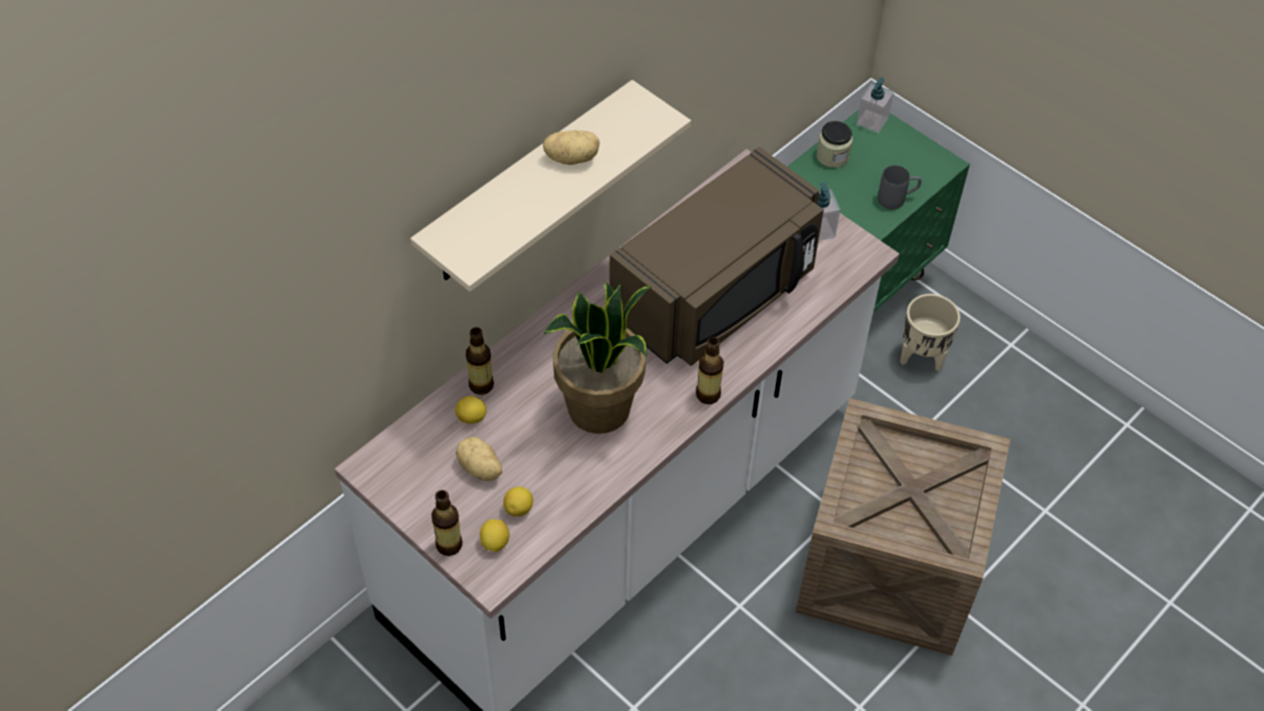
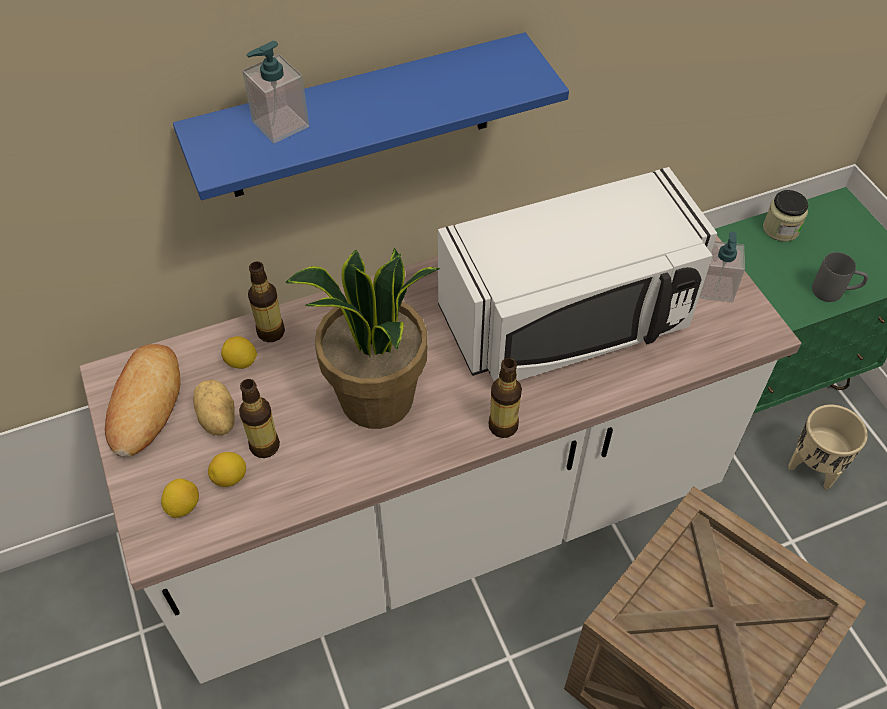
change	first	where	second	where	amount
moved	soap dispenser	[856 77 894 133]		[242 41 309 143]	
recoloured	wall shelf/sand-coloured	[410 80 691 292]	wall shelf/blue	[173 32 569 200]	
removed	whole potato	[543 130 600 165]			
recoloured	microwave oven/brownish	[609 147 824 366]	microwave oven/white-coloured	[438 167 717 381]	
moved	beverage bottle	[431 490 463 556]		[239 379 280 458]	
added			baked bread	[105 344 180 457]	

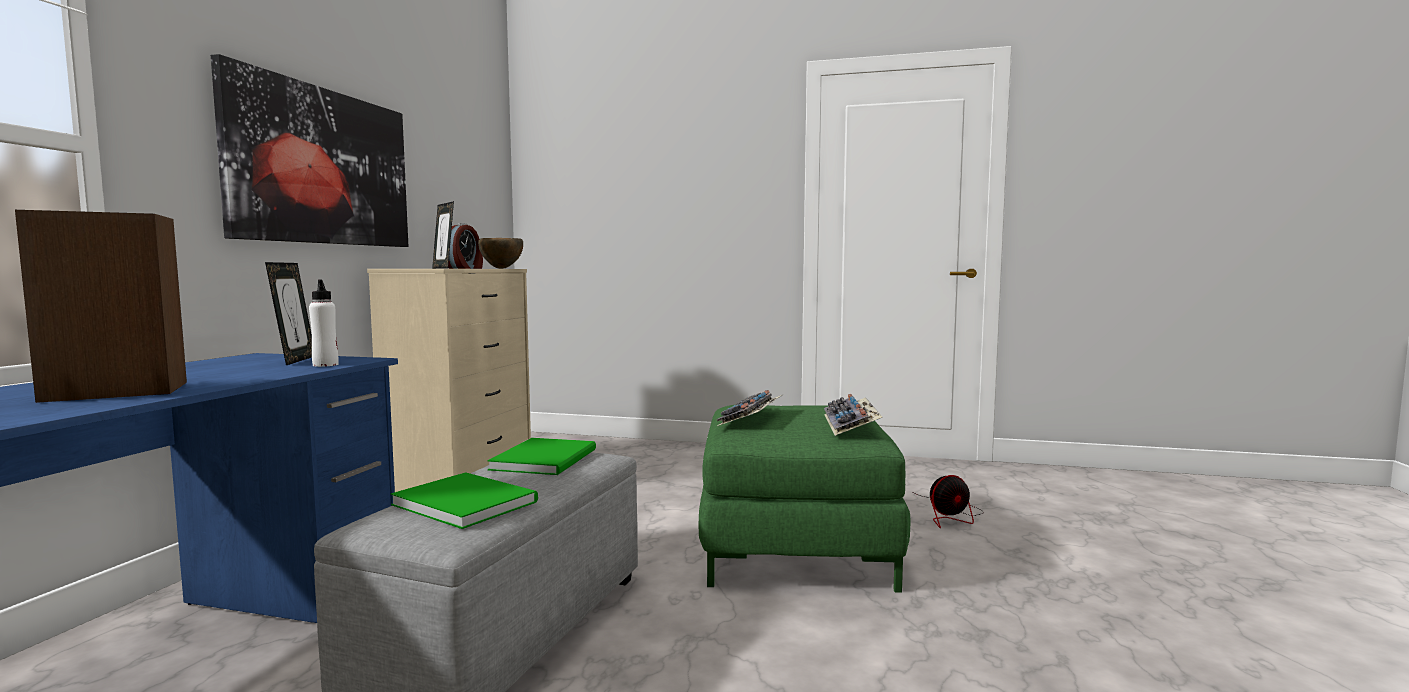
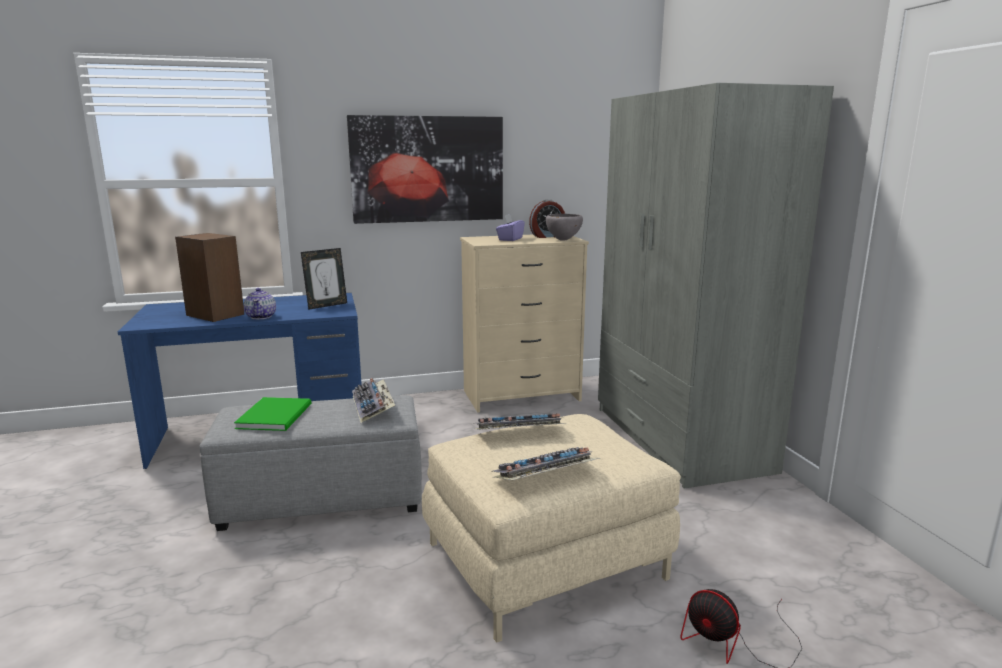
change	first	where	second	where	amount
replaced	picture frame	[432 201 454 269]	tissue holder/purplish	[496 214 525 241]	
recoloured	serving bowl/brownish	[478 238 523 269]	serving bowl/gray	[546 214 583 241]	
removed	beverage bottle/white-coloured	[309 280 339 367]			
recoloured	footrest/green	[699 405 910 593]	footrest/sand-coloured	[422 414 681 643]	
replaced	volume/green	[487 438 596 475]	computer keyboard	[352 378 395 423]	
added			wardrobe/gray	[598 83 834 489]	
added			teapot	[244 288 276 319]	

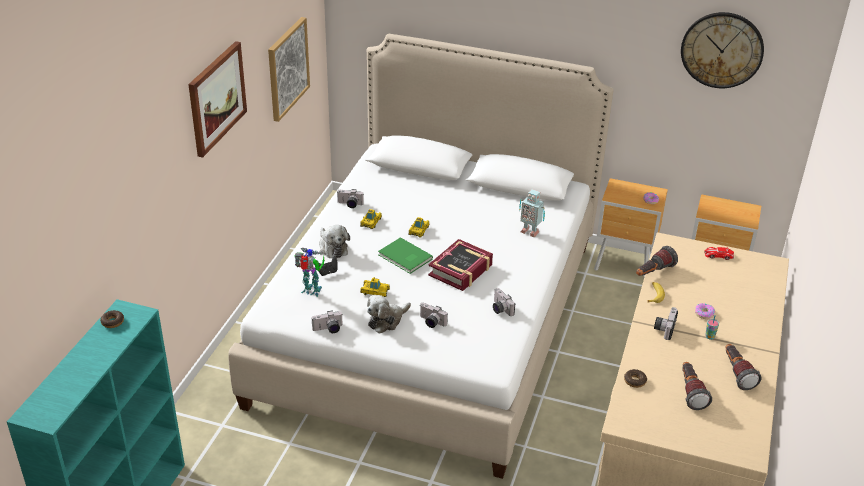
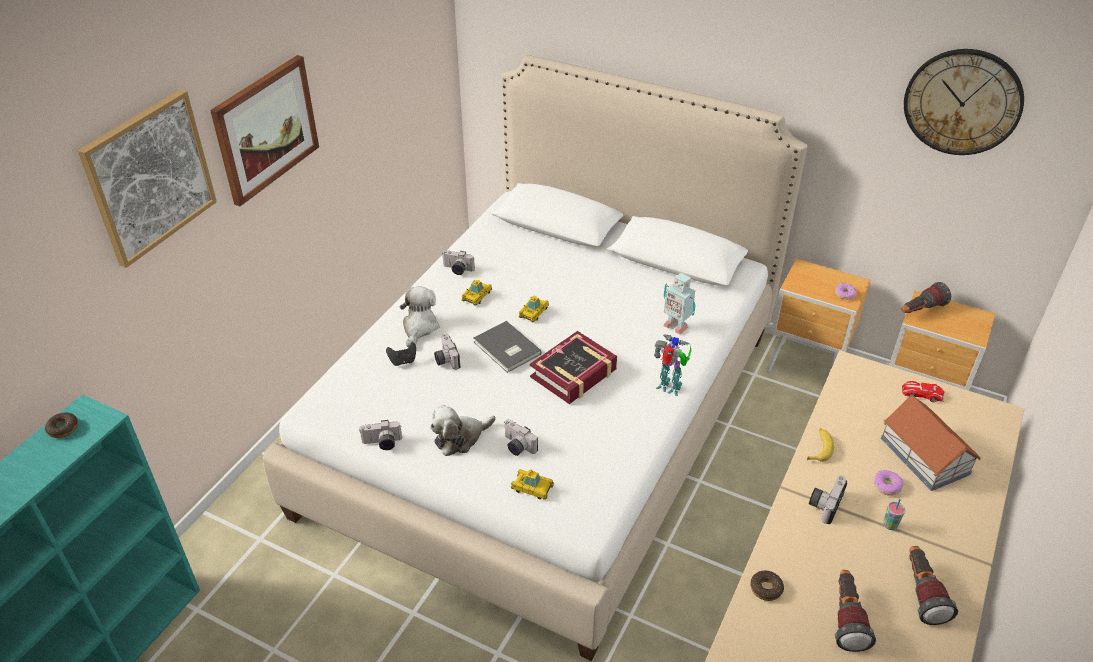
change	first	where	second	where	amount
moved	picture	[268 17 310 122]		[78 89 217 268]	
turned	soft toy	[319 225 350 258]		[399 286 439 348]	150 degrees counterclockwise
recoloured	volume/green	[378 237 433 274]	volume/gray	[474 321 541 373]	
moved	flashlight	[636 246 678 276]		[901 282 951 313]	
moved	model robot	[294 248 325 297]		[654 335 691 396]	
moved	miniature car	[360 277 390 297]		[511 469 554 500]	
moved	photo camera	[493 288 515 316]		[434 333 460 370]	
added			toy house	[881 395 980 491]	

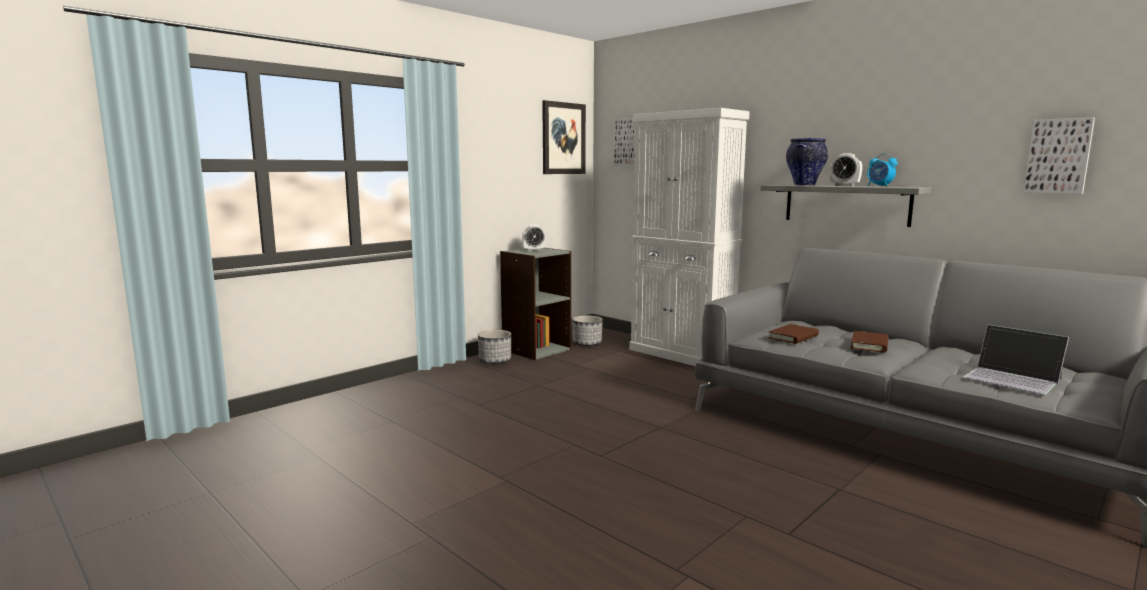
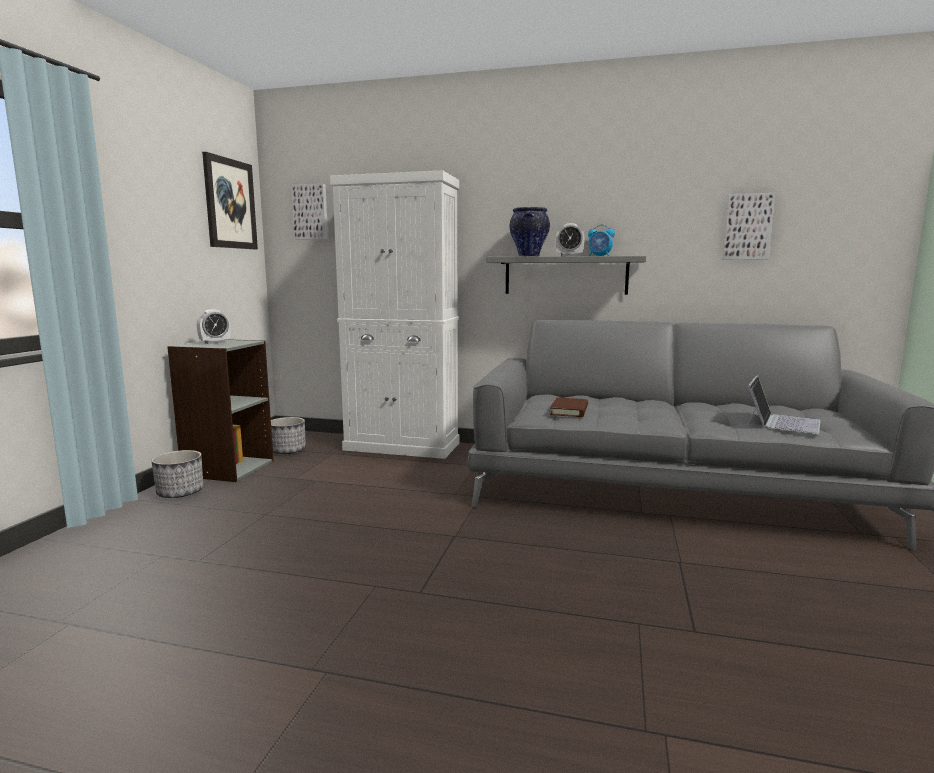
change	first	where	second	where	amount
turned	laptop	[964 324 1069 395]		[746 375 820 434]	75 degrees counterclockwise
removed	volume/brownish	[850 331 889 353]			

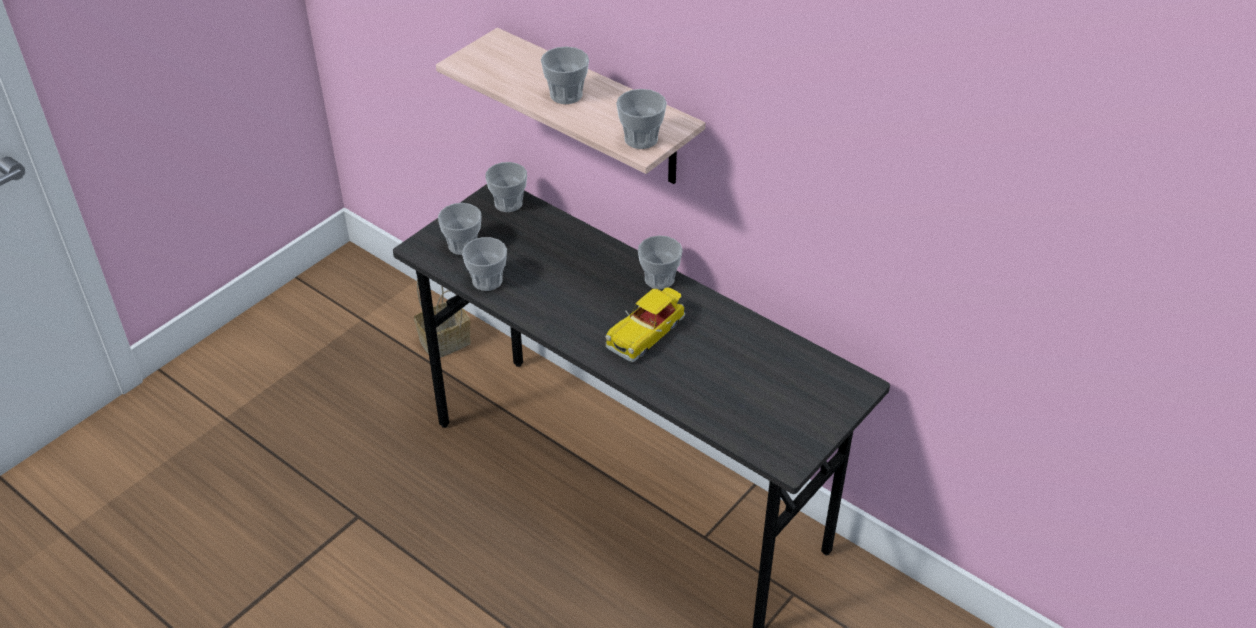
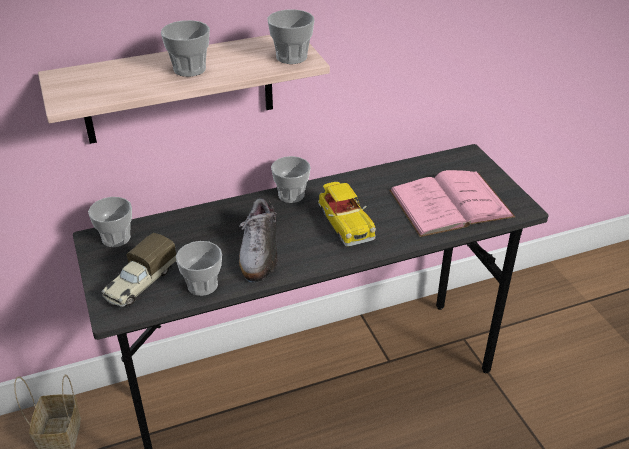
change	first	where	second	where	amount
replaced	small cup	[438 203 482 255]	toy lorry	[101 233 176 307]	
added			volume/pinkish	[389 170 515 237]	
added			low shoe	[239 198 278 282]	

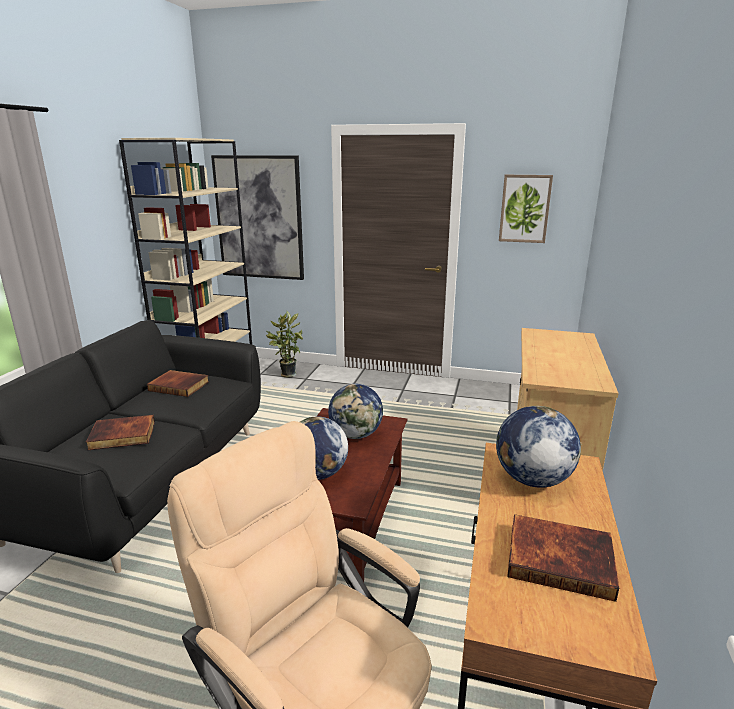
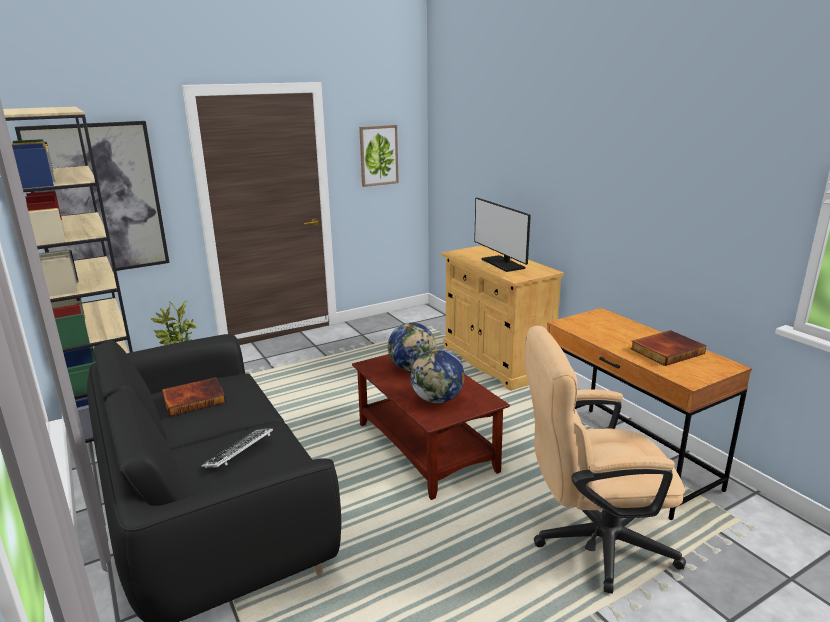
change	first	where	second	where	amount
removed	world globe	[496 406 582 488]			
replaced	volume	[86 415 155 450]	computer keyboard	[201 428 273 468]	
added			monitor	[474 197 531 272]	

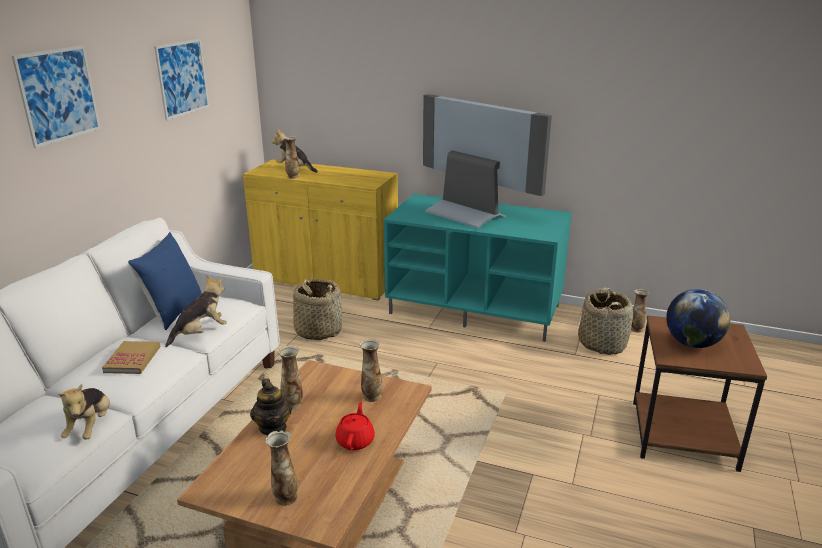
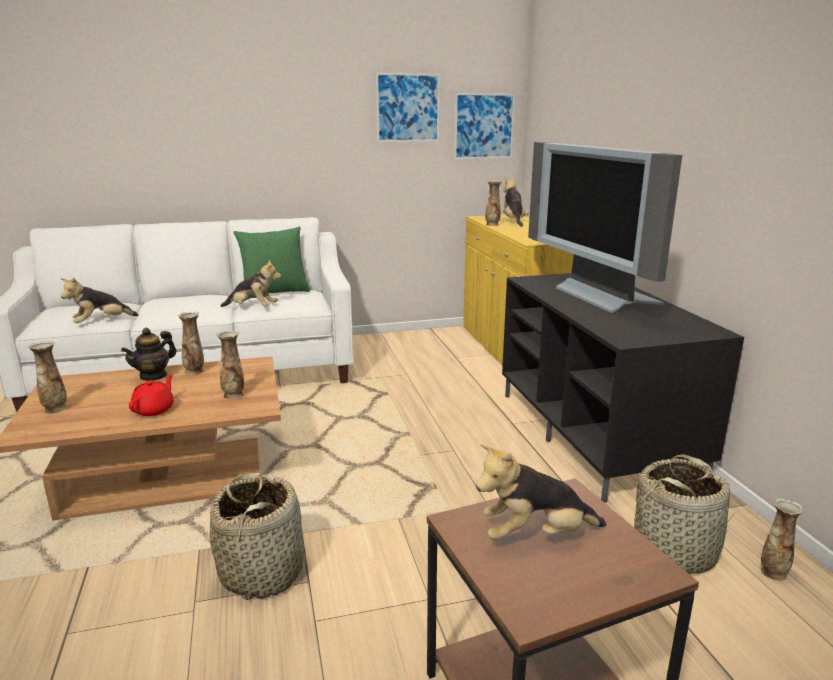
change	first	where	second	where	amount
moved	picture	[12 45 101 148]		[454 93 515 159]	
turned	TV	[423 94 552 228]		[528 142 682 313]	150 degrees clockwise
recoloured	media console/blue-green	[384 194 572 342]	media console/black-coloured	[502 273 744 503]	
recoloured	throw pillow/blue	[128 232 202 330]	throw pillow/green	[233 226 310 295]	
moved	household basket	[293 279 342 340]		[210 473 304 600]	
replaced	world globe	[666 289 730 348]	soft toy	[476 444 606 540]	
removed	volume	[102 341 161 374]			
turned	teapot/red-coloured	[335 402 375 450]		[129 374 174 416]	45 degrees counterclockwise

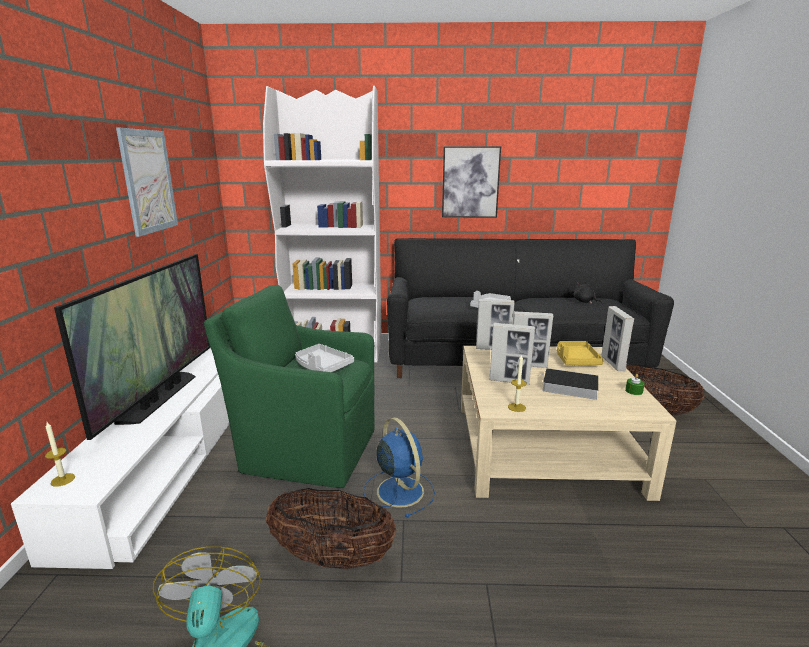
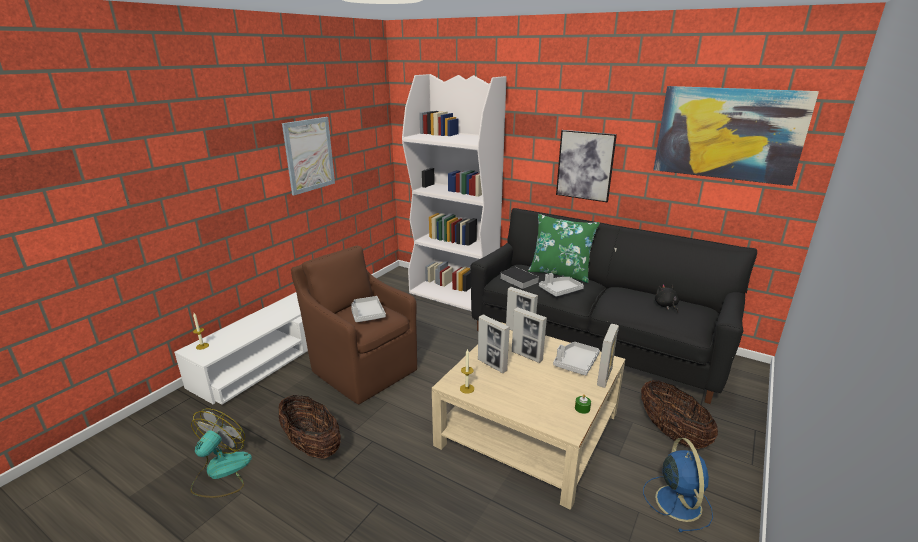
change	first	where	second	where	amount
removed	TV	[54 254 211 440]			
recoloured	lounge chair/green	[204 285 375 488]	lounge chair/brownish	[291 246 417 404]	
recoloured	carrying tray/yellow	[557 341 603 365]	carrying tray/gray	[553 342 600 375]	
moved	volume	[536 368 598 400]		[500 267 539 289]	
moved	cooling fan/blue	[363 417 435 518]		[643 438 713 532]	
added			picture	[654 86 819 186]	
added			throw pillow/green	[528 214 600 283]	

